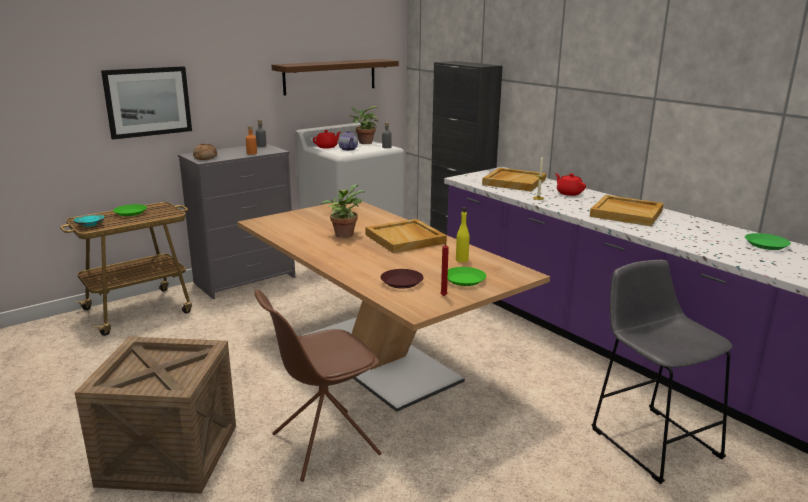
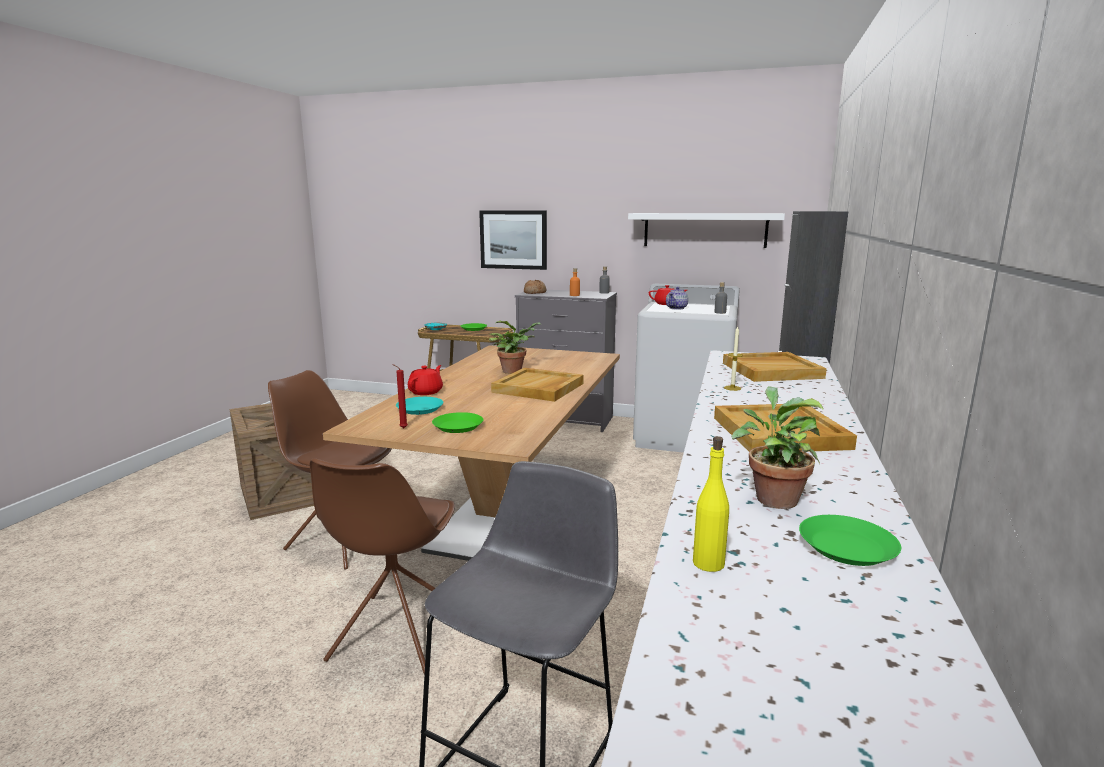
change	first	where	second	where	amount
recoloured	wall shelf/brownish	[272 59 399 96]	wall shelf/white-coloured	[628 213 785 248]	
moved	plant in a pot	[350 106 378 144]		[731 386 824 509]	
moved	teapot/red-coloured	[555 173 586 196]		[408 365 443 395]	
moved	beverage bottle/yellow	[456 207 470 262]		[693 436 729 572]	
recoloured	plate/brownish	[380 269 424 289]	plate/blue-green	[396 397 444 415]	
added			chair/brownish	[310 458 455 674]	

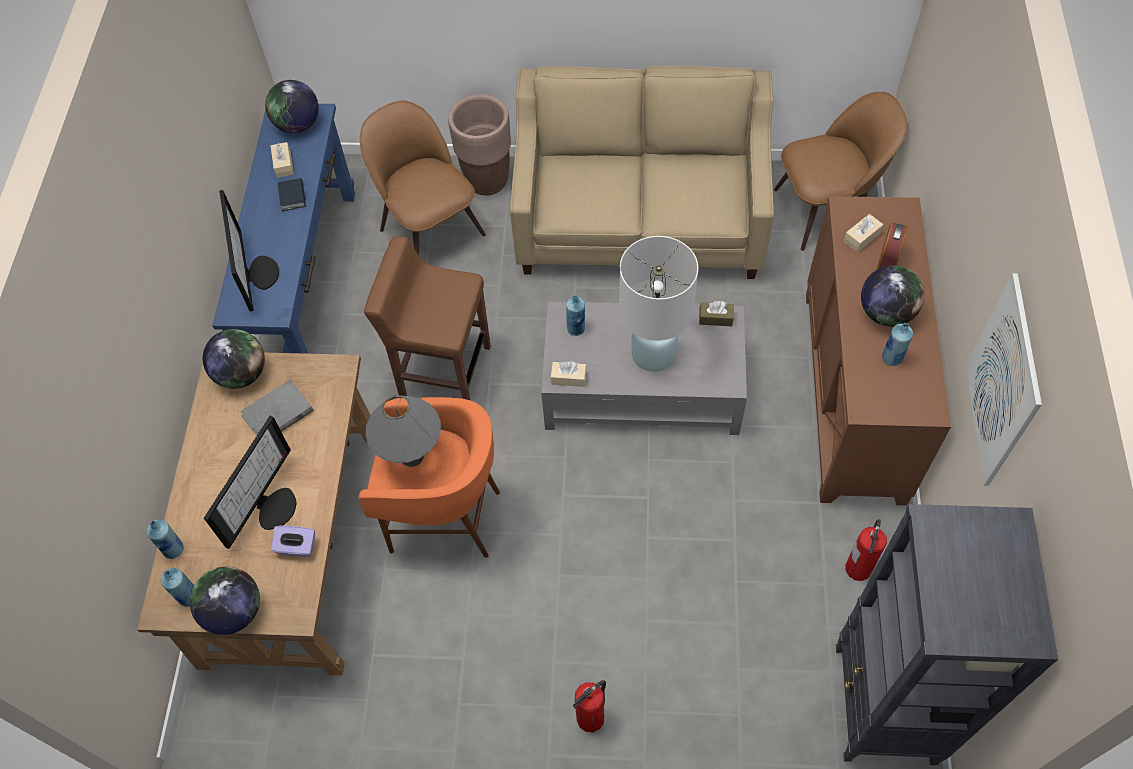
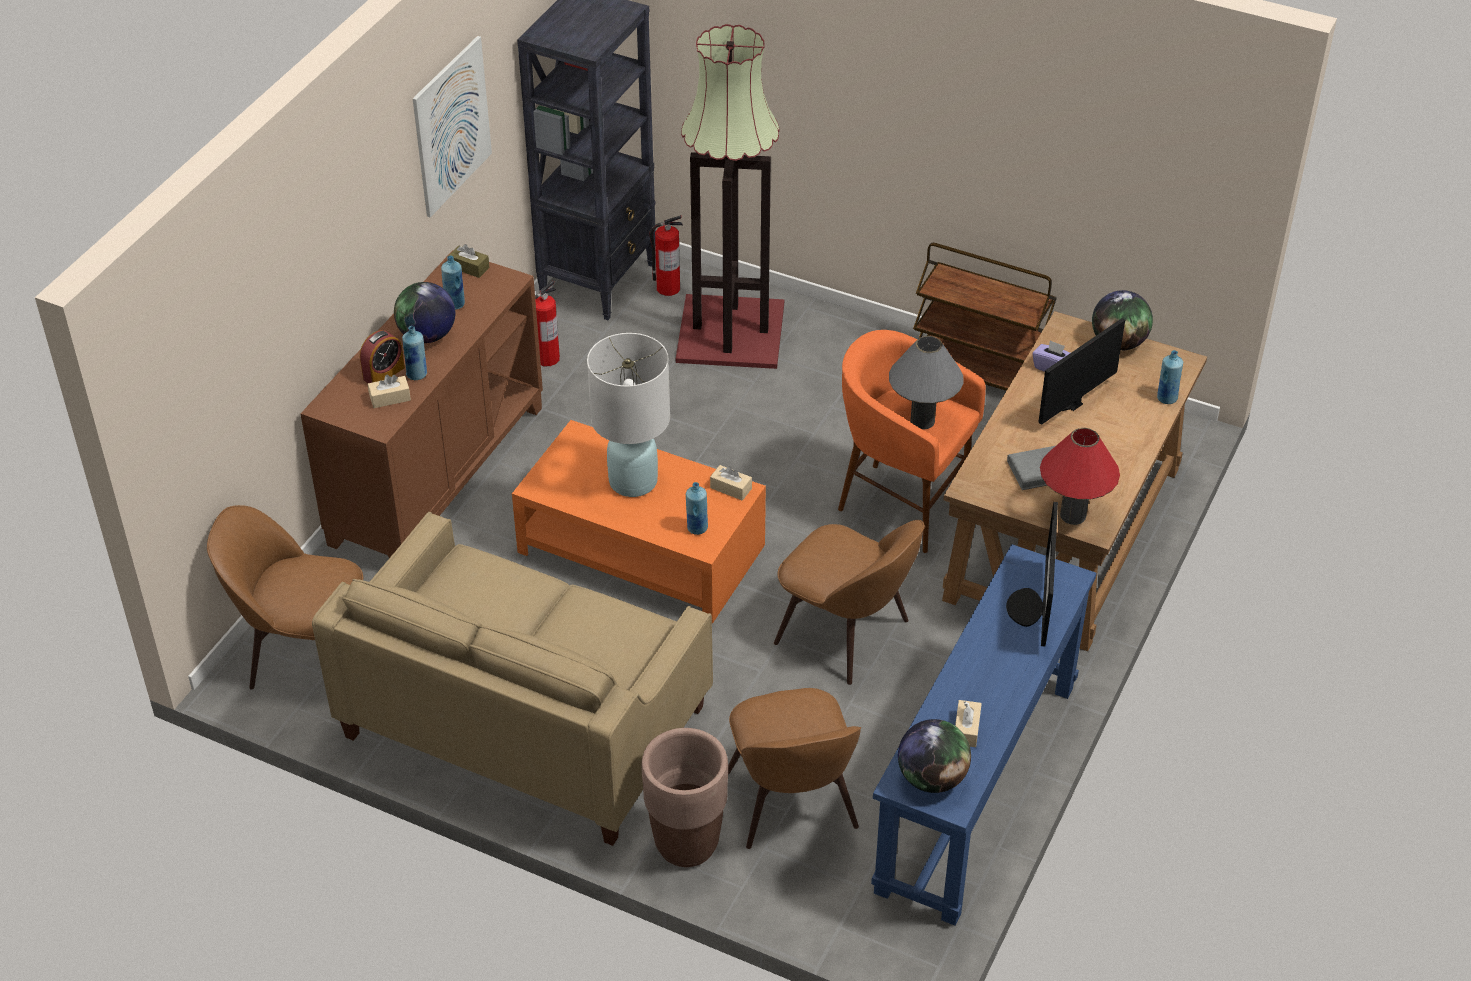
change	first	where	second	where	amount
removed	volume	[278 178 306 211]			
replaced	sitting stool/brownish	[364 237 491 401]	chair/brownish	[774 520 925 685]	
recoloured	low table/gray	[541 301 747 435]	low table/orange-coloured	[512 420 766 624]	
moved	tissue holder/brownish	[699 301 734 326]		[448 244 489 278]	
replaced	world globe	[203 329 265 389]	table lamp/red-coloured	[1040 428 1120 525]	
moved	beverage bottle/blue	[161 568 194 607]		[402 326 427 380]	
moved	fire-fighting cylinder	[573 680 606 732]		[649 215 683 296]	
added			standard lamp	[676 24 784 369]	
added			trolley/brownish	[913 243 1057 391]	

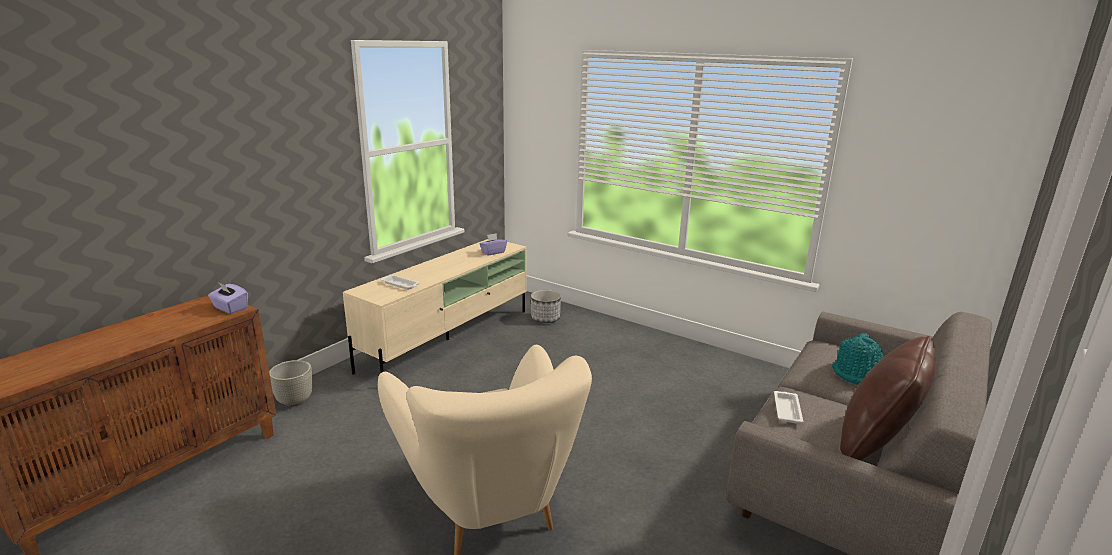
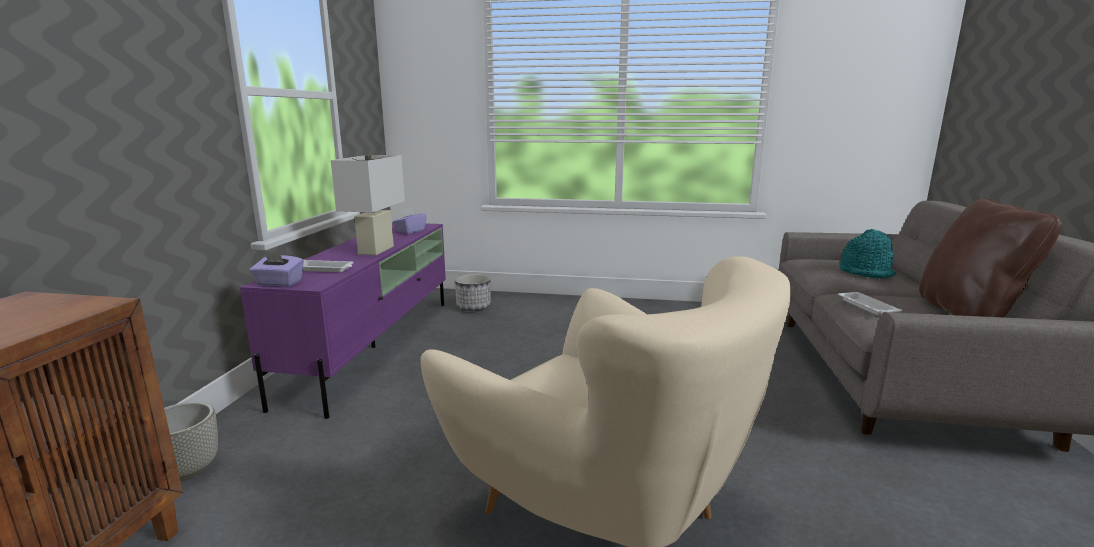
change	first	where	second	where	amount
recoloured	media console/sand-coloured	[343 239 527 374]	media console/purplish	[240 222 446 419]	
moved	tissue holder/purplish	[208 282 248 314]		[250 251 304 287]	
added			table lamp/white-coloured	[331 155 405 255]	

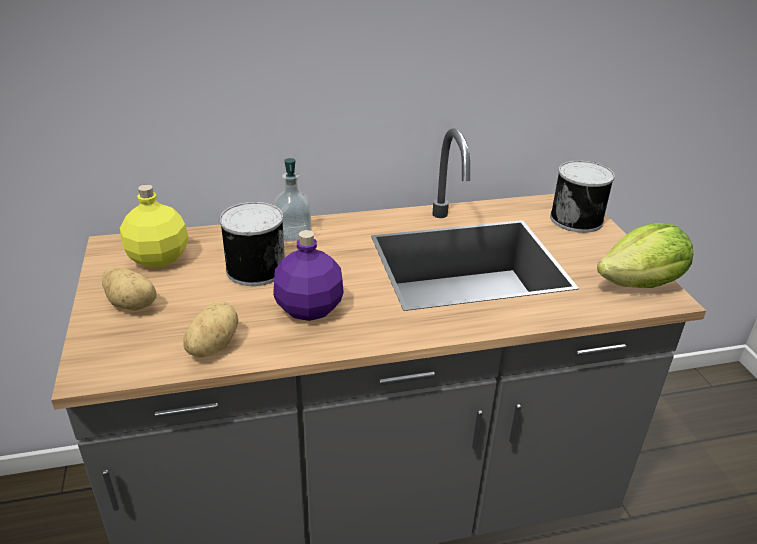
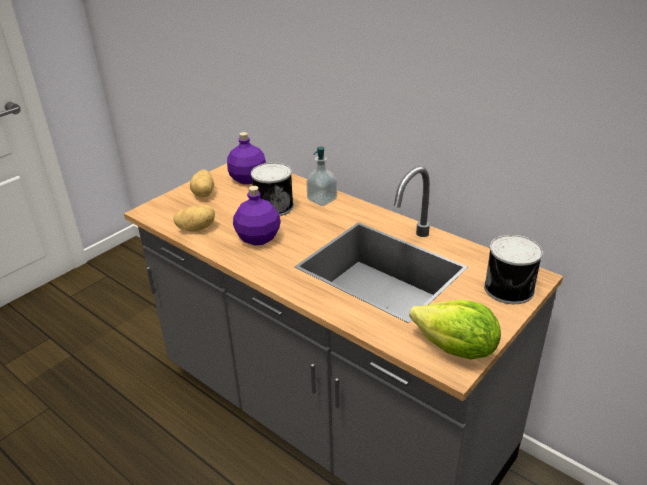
change	first	where	second	where	amount
recoloured	beverage bottle/yellow	[120 184 188 268]	beverage bottle/purplish	[227 132 266 184]	

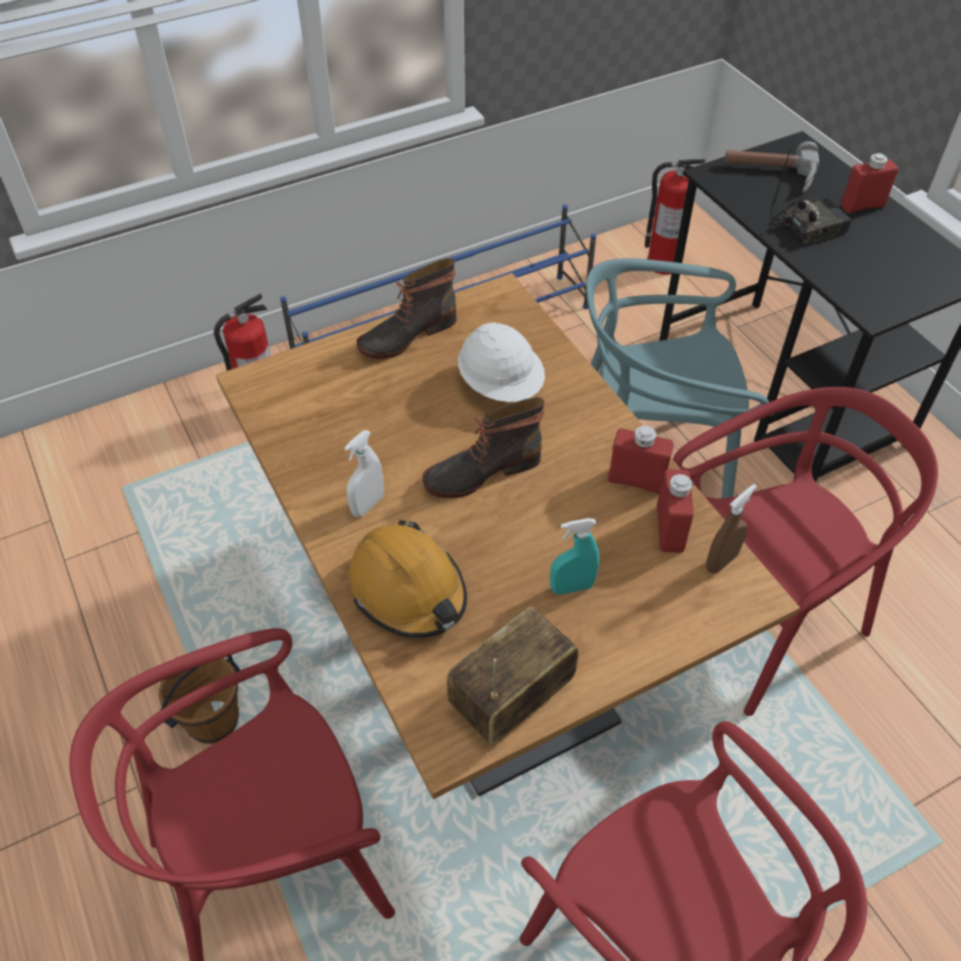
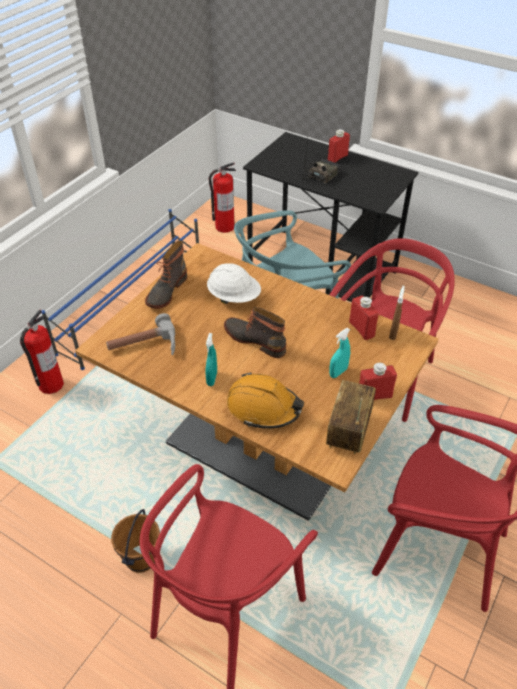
change	first	where	second	where	amount
moved	tool hammer	[725 141 819 193]		[106 313 175 355]	
turned	high-top boot	[422 397 545 498]		[224 307 286 358]	90 degrees clockwise
moved	beverage bottle/red-coloured	[608 426 674 494]		[359 363 397 400]	
recoloured	spray bottle/white-coloured	[344 430 384 517]	spray bottle/blue-green	[205 333 217 386]	

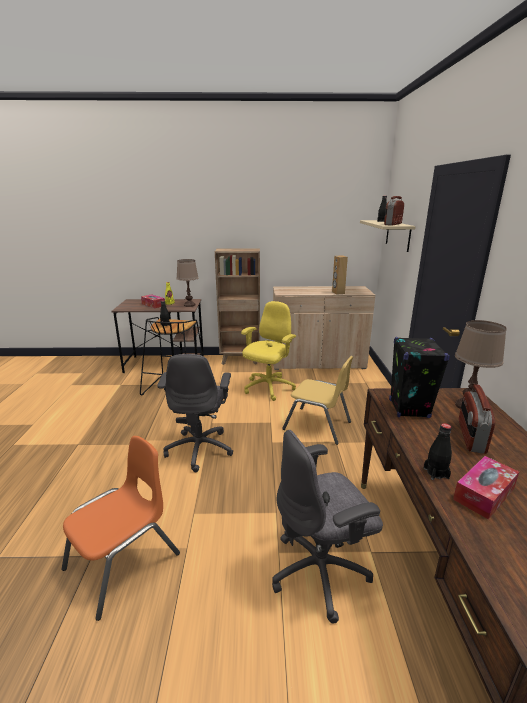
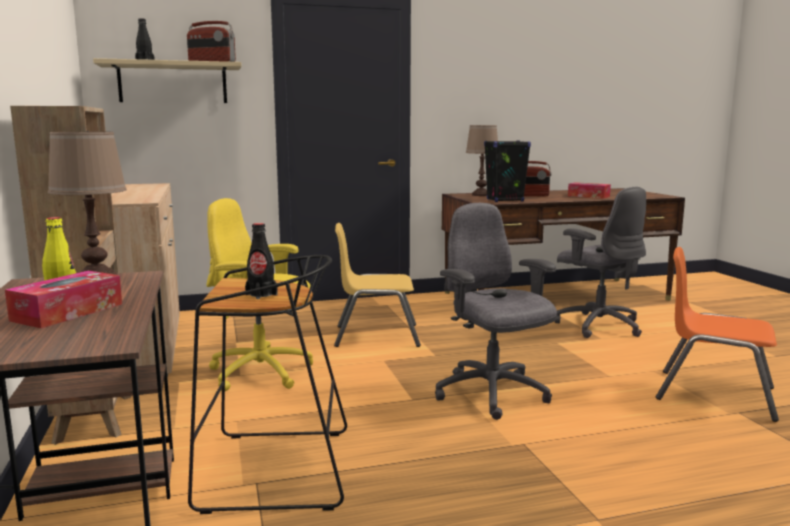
change	first	where	second	where	amount
removed	speaker/brownish	[332 255 348 295]			
turned	desk chair/gray	[157 354 233 472]		[435 203 557 420]	105 degrees counterclockwise
turned	chair/yellow	[282 356 354 445]		[334 223 421 347]	105 degrees counterclockwise
removed	beverage bottle/black-coloured	[424 423 452 480]			

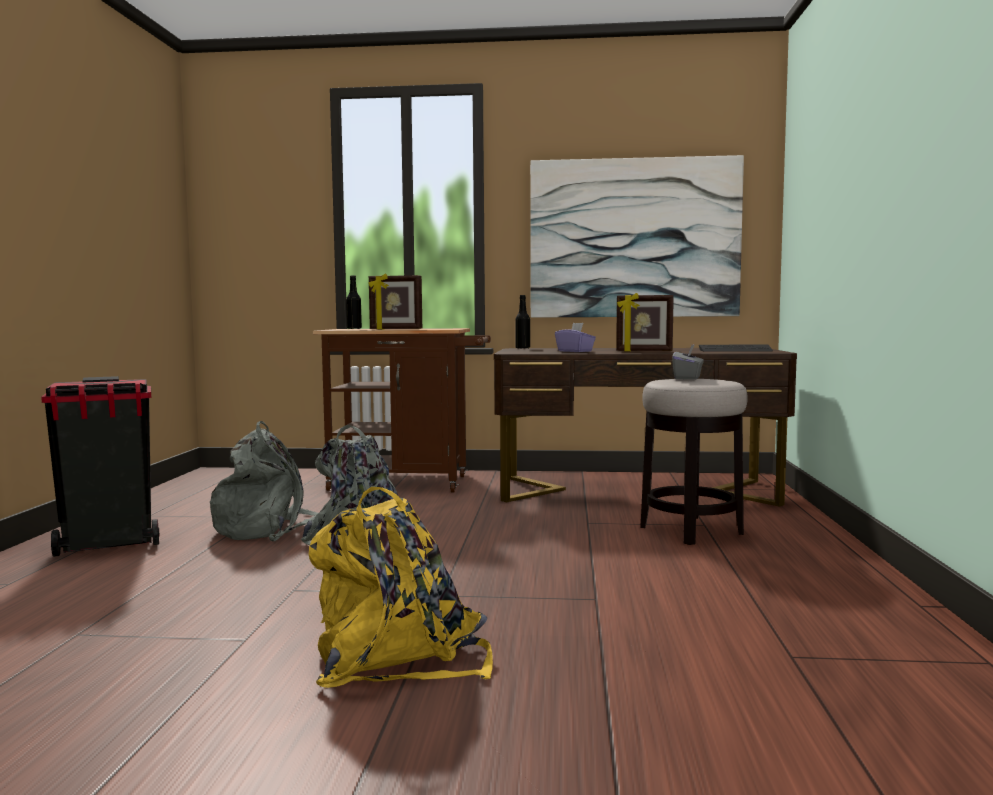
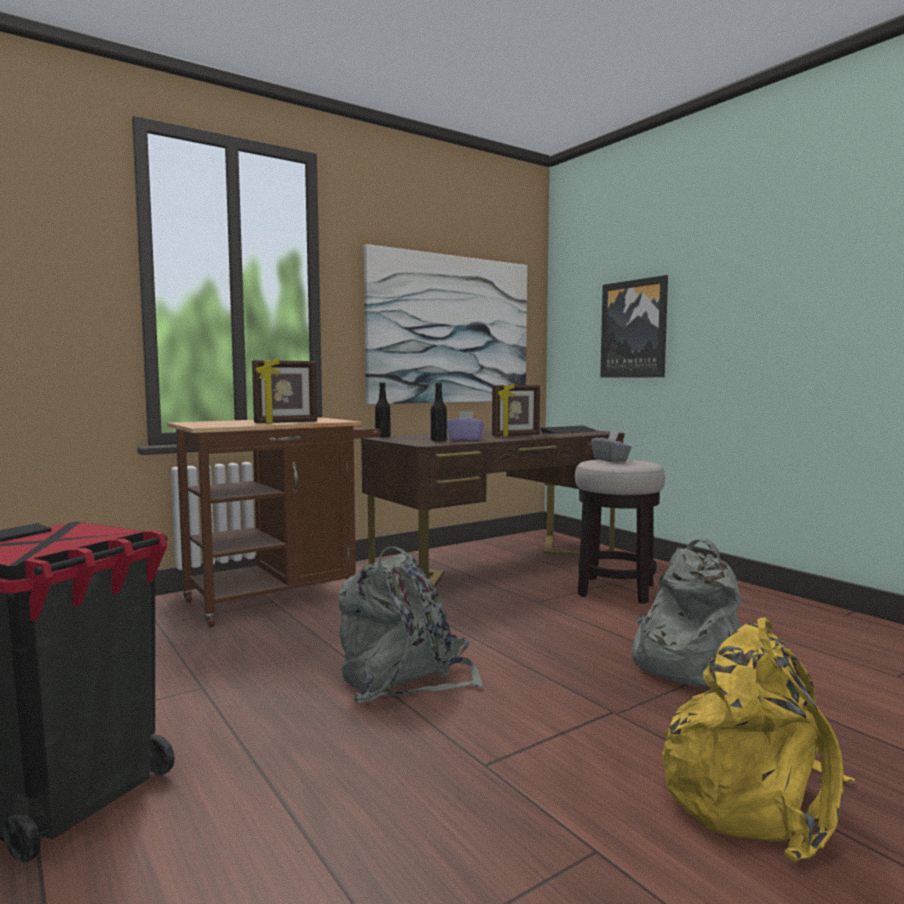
change	first	where	second	where	amount
moved	beverage bottle/black-coloured	[346 275 362 329]		[431 383 447 442]	
moved	rucksack/gray	[210 421 318 541]		[632 538 742 687]	
added			picture	[600 275 668 378]	

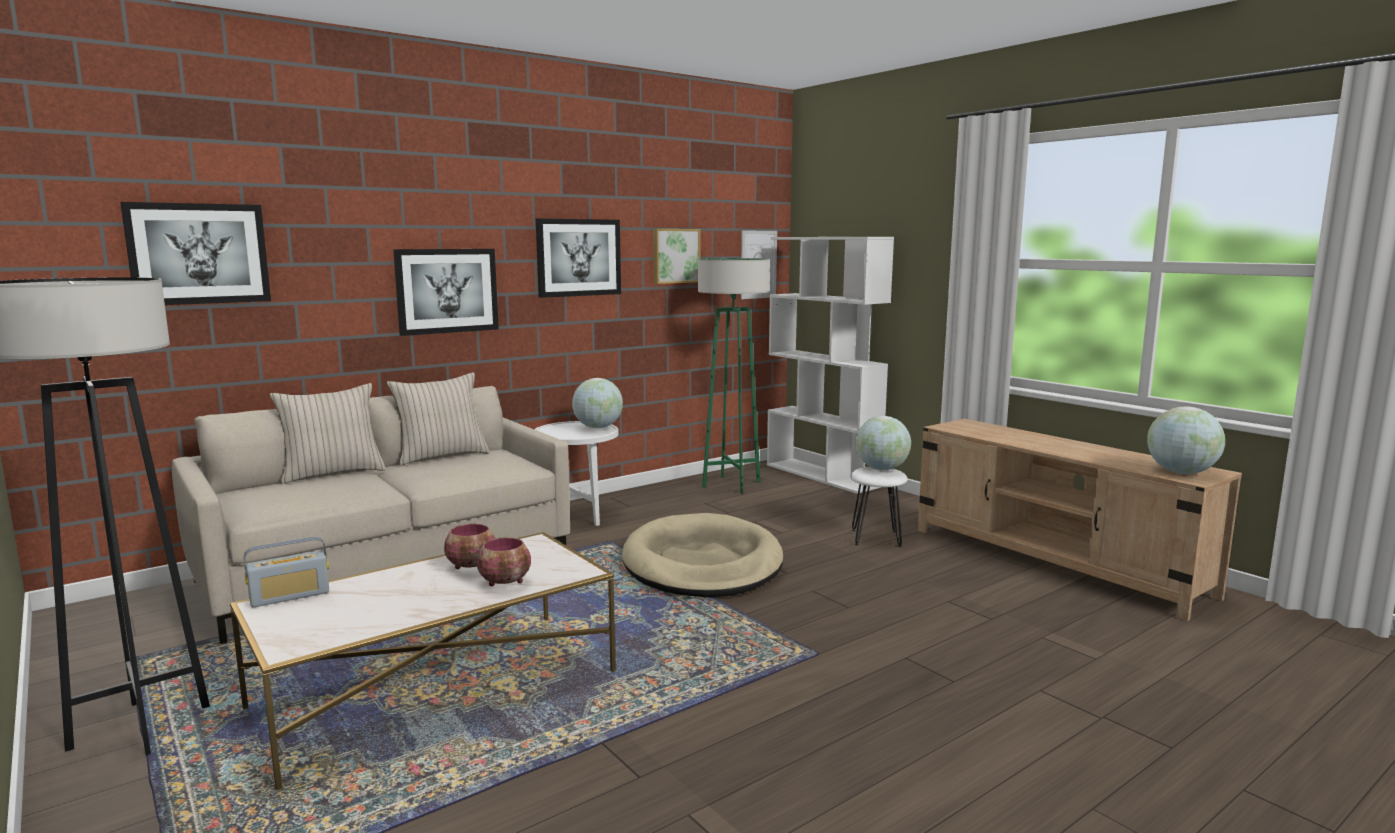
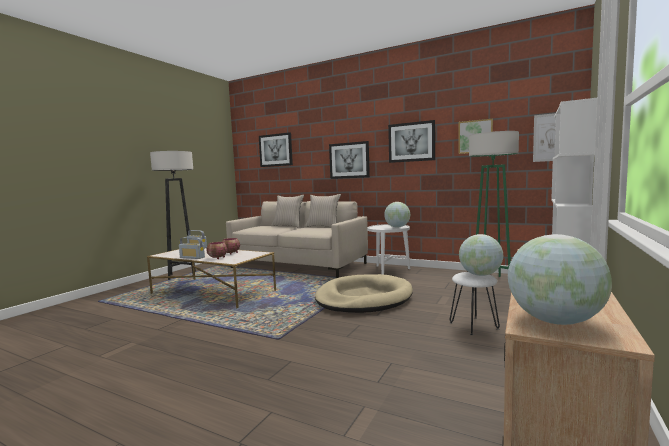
change	first	where	second	where	amount
added			radio receiver	[179 237 205 259]	

